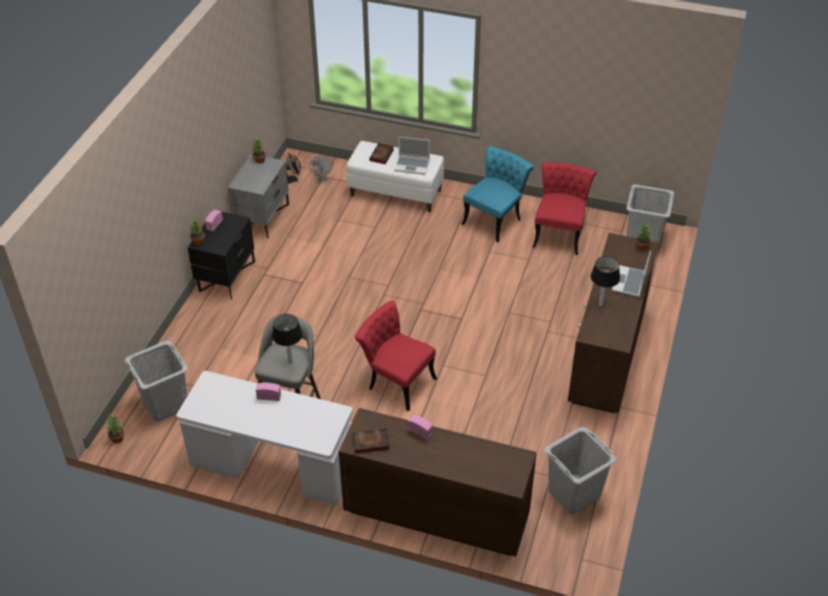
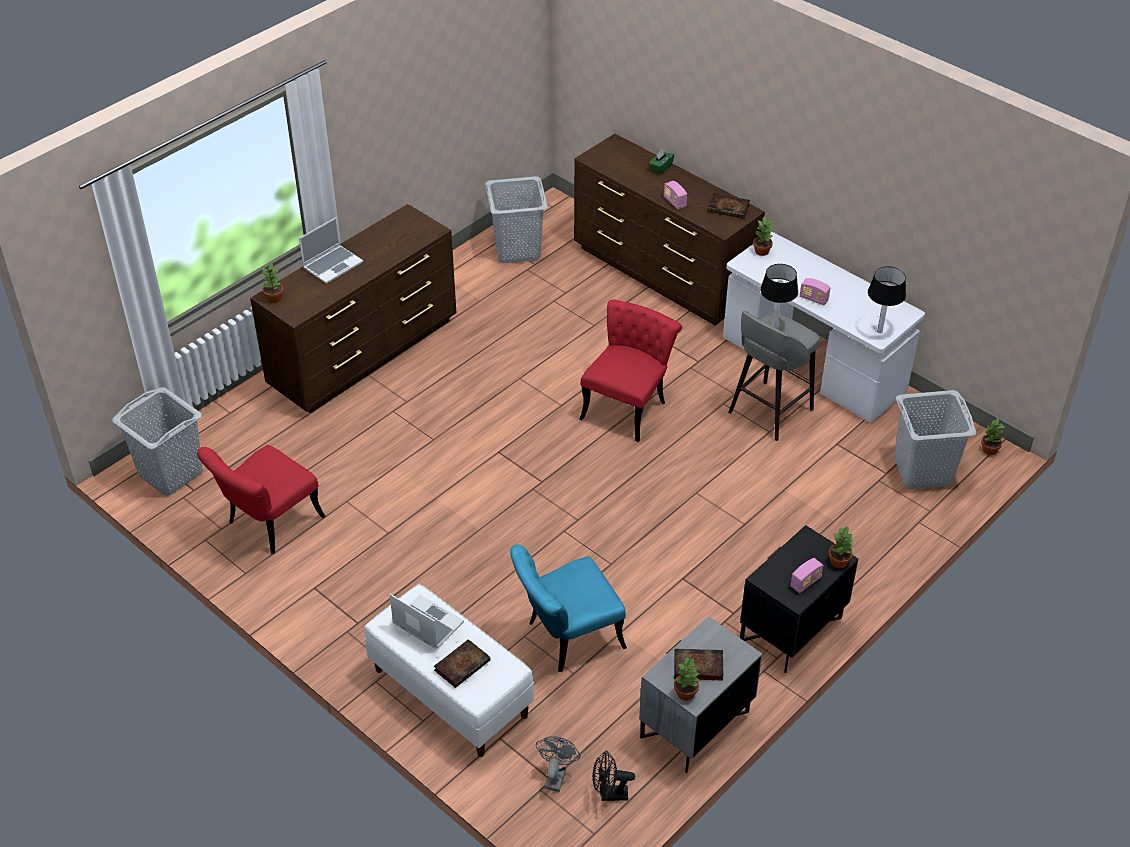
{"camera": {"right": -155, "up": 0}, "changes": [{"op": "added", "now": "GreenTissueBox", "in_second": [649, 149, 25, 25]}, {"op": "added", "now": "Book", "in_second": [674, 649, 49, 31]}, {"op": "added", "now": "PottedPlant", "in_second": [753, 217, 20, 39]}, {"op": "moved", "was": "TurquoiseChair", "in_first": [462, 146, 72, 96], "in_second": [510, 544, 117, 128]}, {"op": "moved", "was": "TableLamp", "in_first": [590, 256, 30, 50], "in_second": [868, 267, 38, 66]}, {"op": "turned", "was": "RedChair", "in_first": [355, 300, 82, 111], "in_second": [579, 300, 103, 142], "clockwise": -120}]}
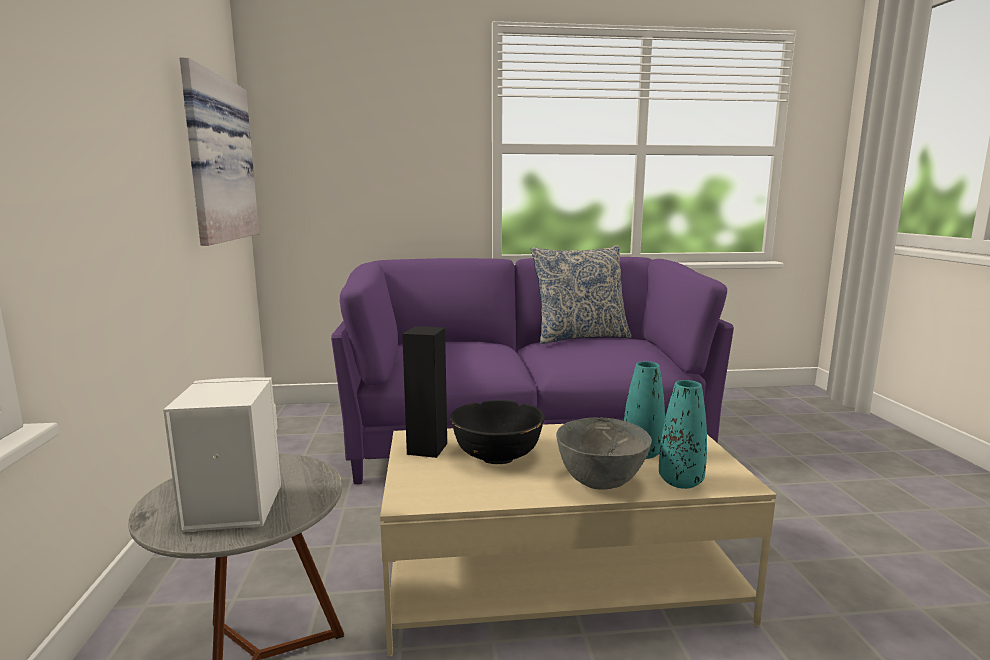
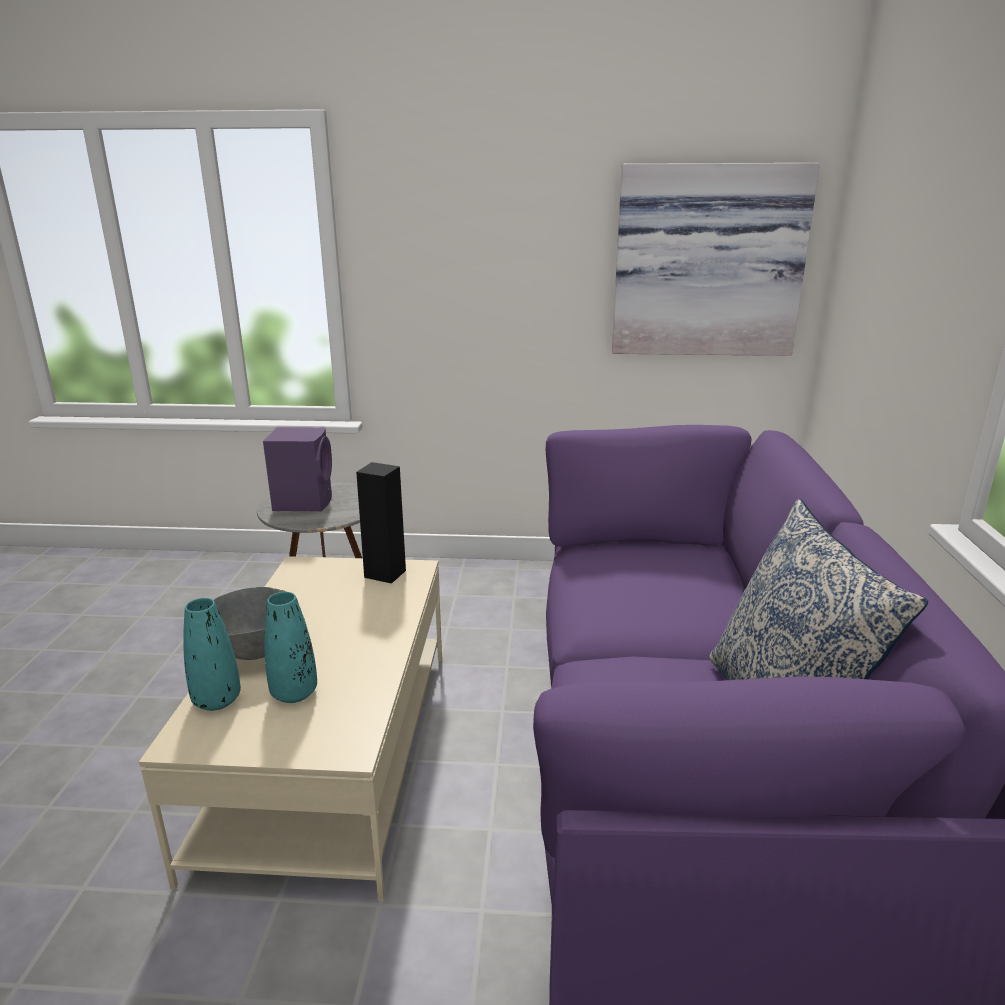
{"camera": {"right": 100, "up": 10}, "changes": [{"op": "removed", "was": "BlackBowl", "in_first": [450, 400, 95, 64]}, {"op": "recoloured", "was": "WhiteSpeaker", "now": "PurpleSpeaker", "in_first": [163, 377, 118, 155], "in_second": [263, 427, 69, 85]}]}
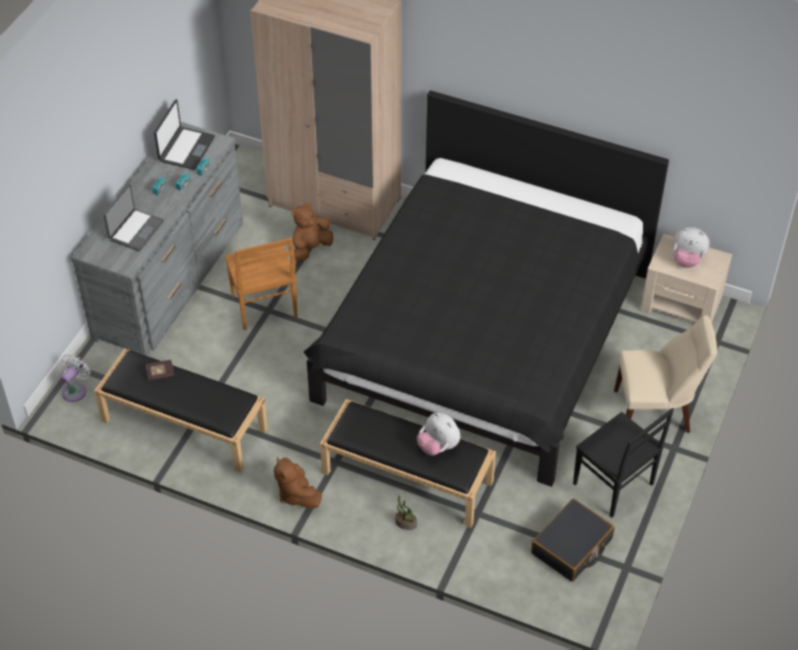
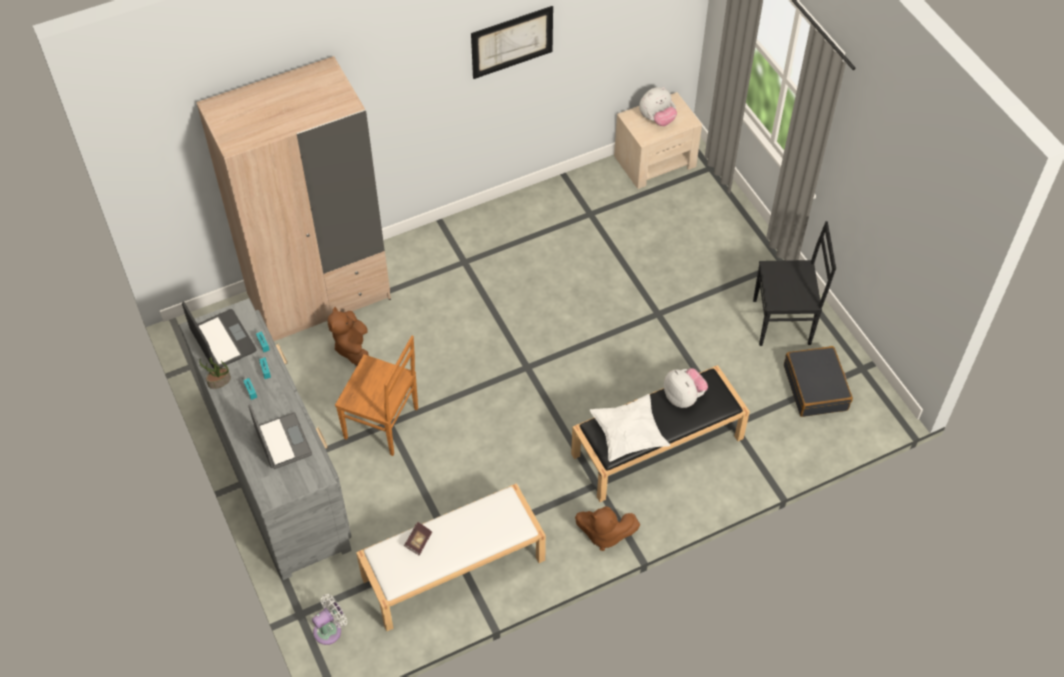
{"camera": {"right": -50, "up": 5}, "changes": [{"op": "removed", "was": "BlackBed", "in_first": [304, 90, 365, 397]}, {"op": "removed", "was": "BeigeChair", "in_first": [614, 315, 103, 118]}, {"op": "added", "now": "Picture", "in_second": [471, 6, 82, 73]}, {"op": "added", "now": "WhitePillow", "in_second": [590, 394, 80, 68]}, {"op": "moved", "was": "PottedPlant", "in_first": [395, 496, 22, 34], "in_second": [199, 357, 32, 32]}, {"op": "recoloured", "was": "BlackBench", "now": "WhiteBench", "in_first": [94, 348, 174, 125], "in_second": [356, 483, 190, 148]}, {"op": "turned", "was": "WhiteFan", "in_first": [60, 354, 30, 48], "in_second": [312, 594, 35, 51], "clockwise": 75}, {"op": "turned", "was": "PlushToy", "in_first": [417, 412, 43, 44], "in_second": [664, 368, 44, 40], "clockwise": -120}]}
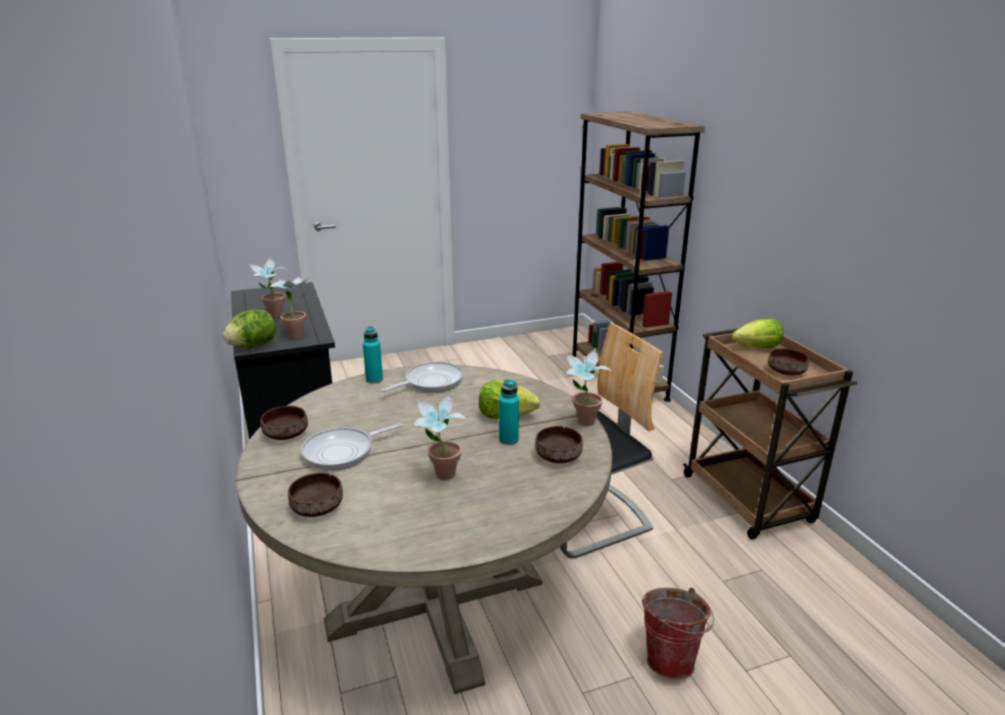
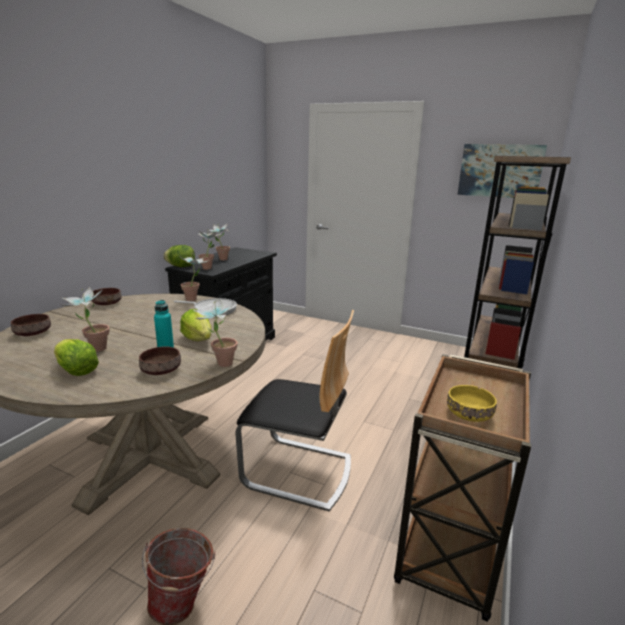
{"camera": {"right": 45, "up": -5}, "changes": [{"op": "removed", "was": "FryingPan", "in_first": [301, 423, 102, 48]}, {"op": "added", "now": "Picture", "in_second": [457, 144, 90, 54]}, {"op": "moved", "was": "Lettuce", "in_first": [732, 319, 52, 29], "in_second": [54, 339, 45, 37]}, {"op": "replaced", "was": "TurquoiseBottle", "now": "PottedPlant", "in_first": [363, 326, 20, 58], "in_second": [180, 254, 29, 47]}, {"op": "recoloured", "was": "BrownBowl", "now": "YellowBowl", "in_first": [768, 348, 41, 27], "in_second": [447, 385, 50, 37]}]}
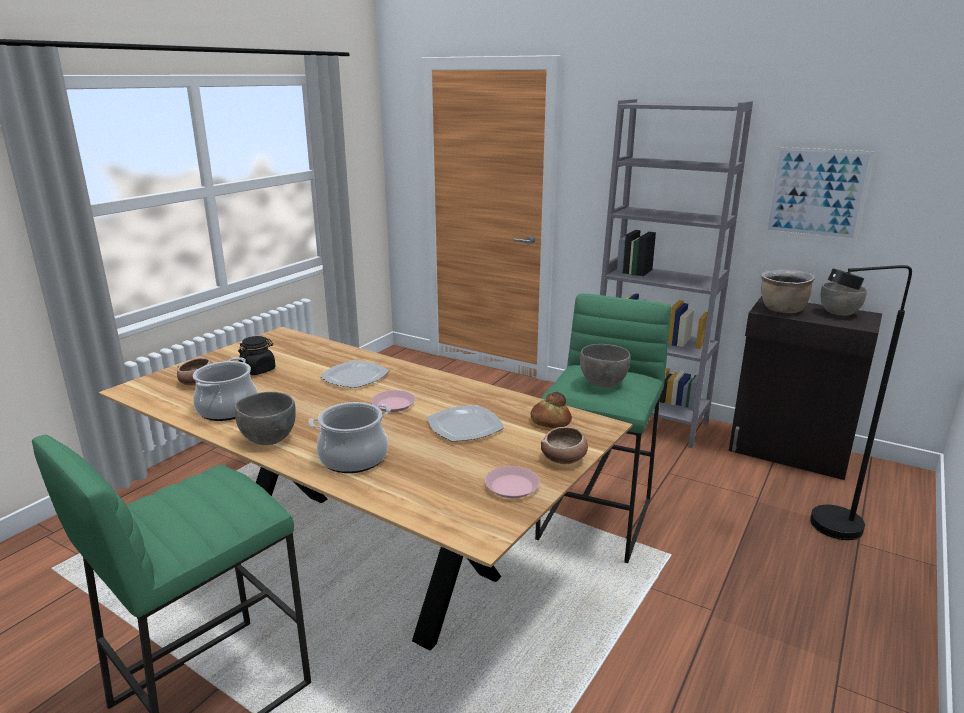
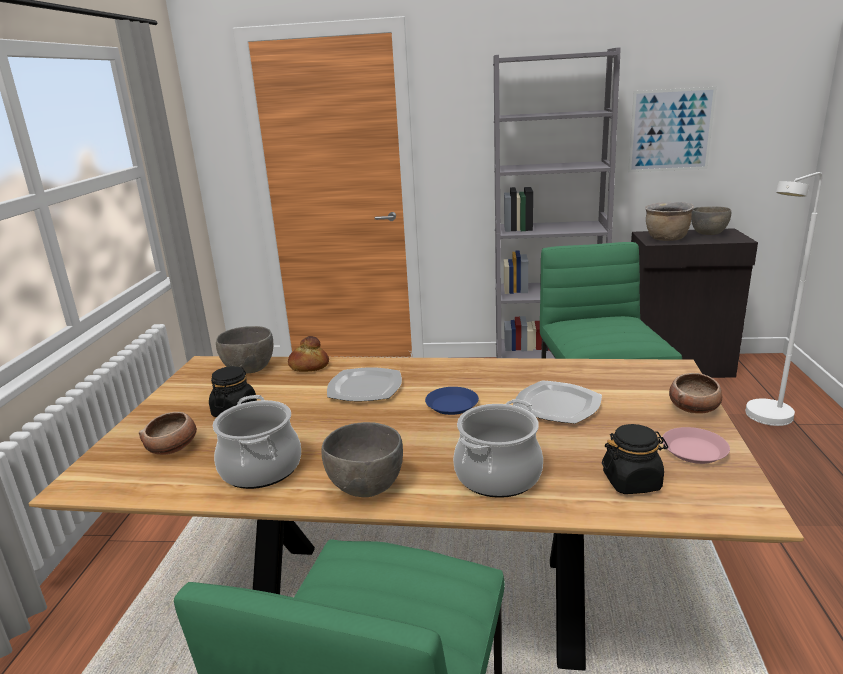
{"camera": {"right": -25, "up": 0}, "changes": [{"op": "added", "now": "BlackJar", "in_second": [602, 424, 66, 70]}, {"op": "moved", "was": "Bread", "in_first": [531, 392, 41, 36], "in_second": [288, 336, 41, 36]}, {"op": "moved", "was": "GreyBowl", "in_first": [580, 344, 51, 43], "in_second": [216, 326, 57, 48]}, {"op": "recoloured", "was": "PinkPlate", "now": "BluePlate", "in_first": [371, 390, 44, 22], "in_second": [425, 387, 54, 28]}, {"op": "recoloured", "was": "BlackFloorLamp", "now": "WhiteFloorLamp", "in_first": [810, 265, 102, 275], "in_second": [745, 172, 77, 254]}]}
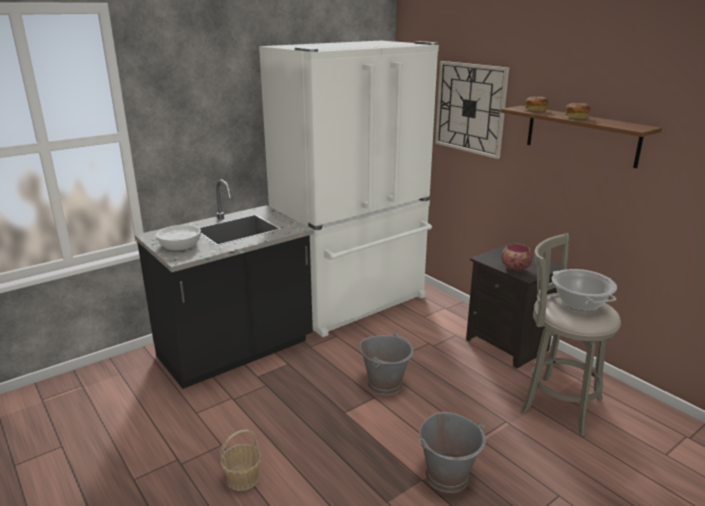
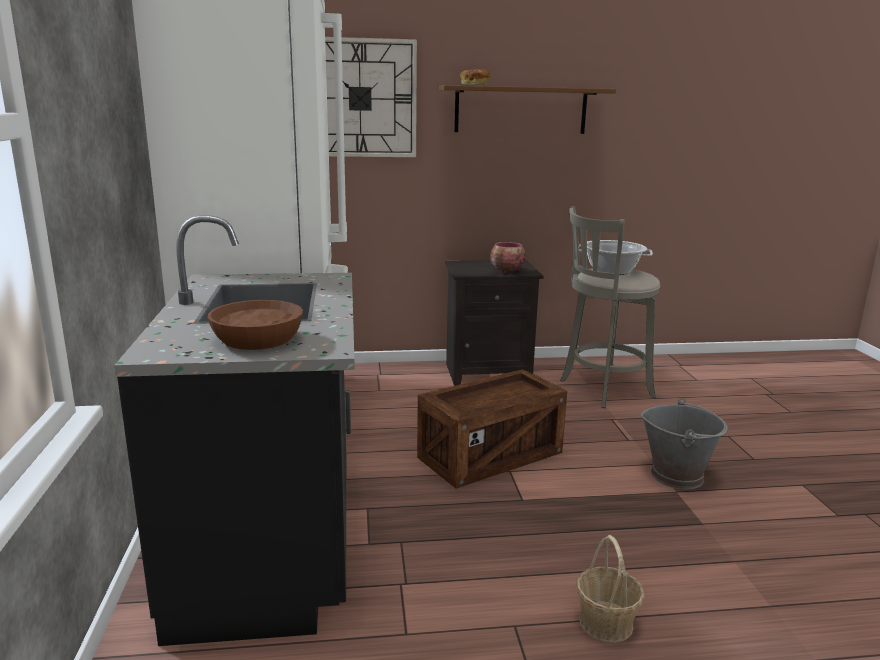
{"camera": {"right": -60, "up": -5}, "changes": [{"op": "removed", "was": "Bread", "in_first": [564, 103, 27, 16]}, {"op": "replaced", "was": "GreyBucket", "now": "Crate", "in_first": [360, 331, 53, 64], "in_second": [417, 369, 150, 120]}, {"op": "recoloured", "was": "WhiteBowl", "now": "BrownBowl", "in_first": [156, 225, 45, 25], "in_second": [208, 300, 95, 50]}]}
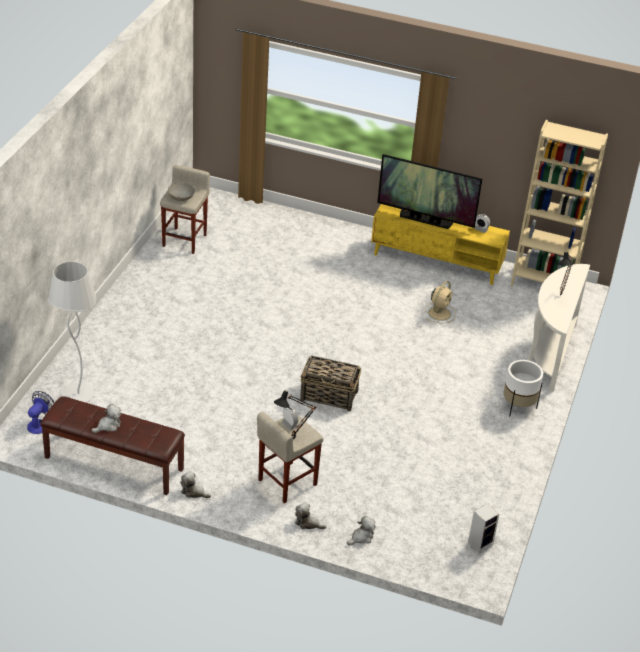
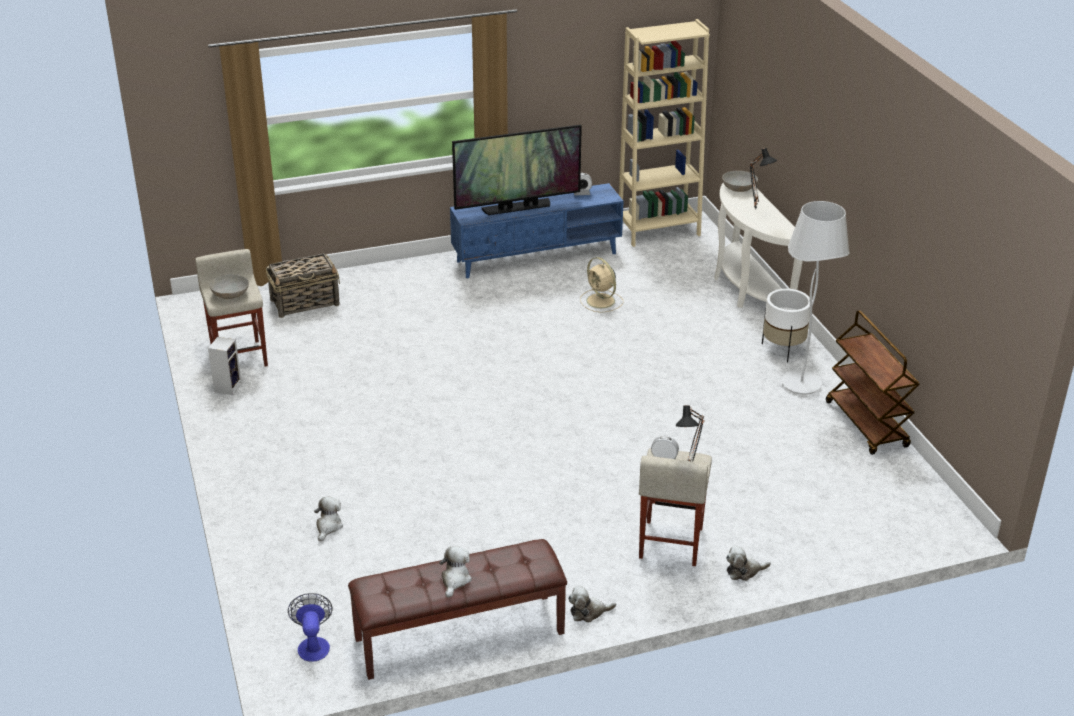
{"camera": {"right": -35, "up": -5}, "changes": [{"op": "added", "now": "GreyBowl", "in_second": [722, 171, 36, 21]}, {"op": "added", "now": "BrownCart", "in_second": [826, 310, 94, 145]}, {"op": "moved", "was": "WhiteFloorLamp", "in_first": [48, 261, 48, 142], "in_second": [781, 201, 68, 194]}, {"op": "moved", "was": "Basket", "in_first": [300, 356, 61, 55], "in_second": [266, 253, 74, 65]}, {"op": "moved", "was": "PlushToy", "in_first": [347, 516, 29, 30], "in_second": [314, 497, 29, 45]}, {"op": "moved", "was": "Speaker", "in_first": [468, 504, 31, 49], "in_second": [208, 337, 34, 58]}, {"op": "recoloured", "was": "YellowTvStand", "now": "BlueTvStand", "in_first": [371, 204, 139, 81], "in_second": [450, 183, 174, 95]}, {"op": "turned", "was": "BeigeFan", "in_first": [425, 281, 31, 43], "in_second": [580, 257, 43, 56], "clockwise": 150}]}
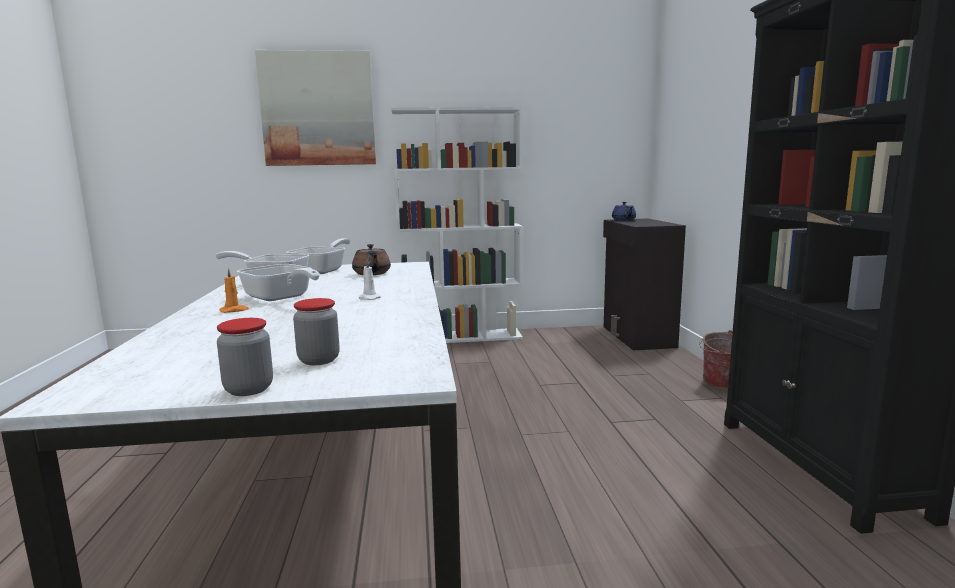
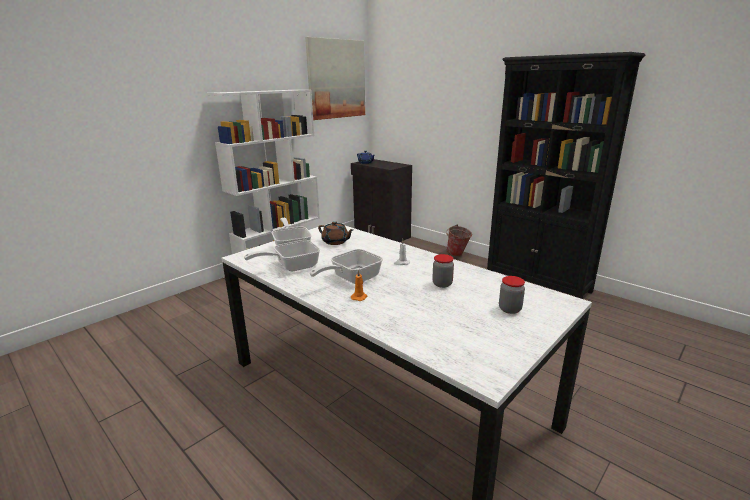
{"camera": {"right": -40, "up": 10}, "changes": [{"op": "moved", "was": "Jar", "in_first": [217, 318, 56, 78], "in_second": [432, 254, 22, 34]}, {"op": "moved", "was": "Picture", "in_first": [255, 50, 121, 116], "in_second": [305, 37, 60, 83]}, {"op": "turned", "was": "FryingPan", "in_first": [237, 264, 83, 37], "in_second": [310, 249, 73, 35], "clockwise": 135}]}
